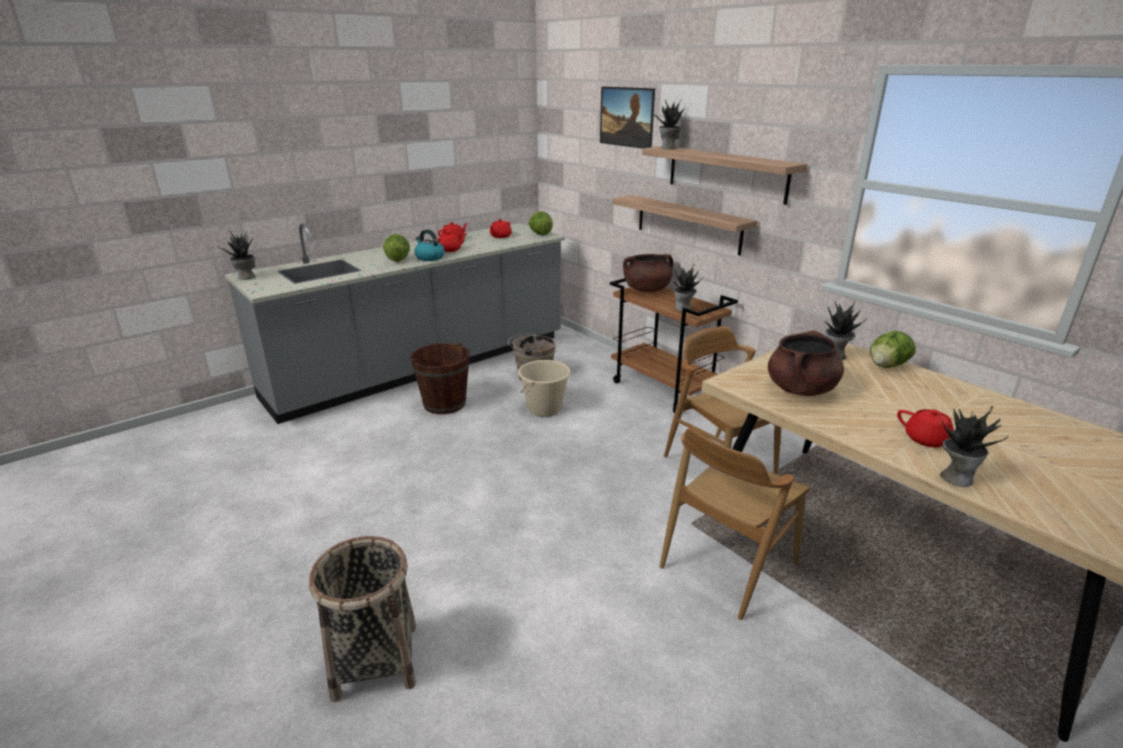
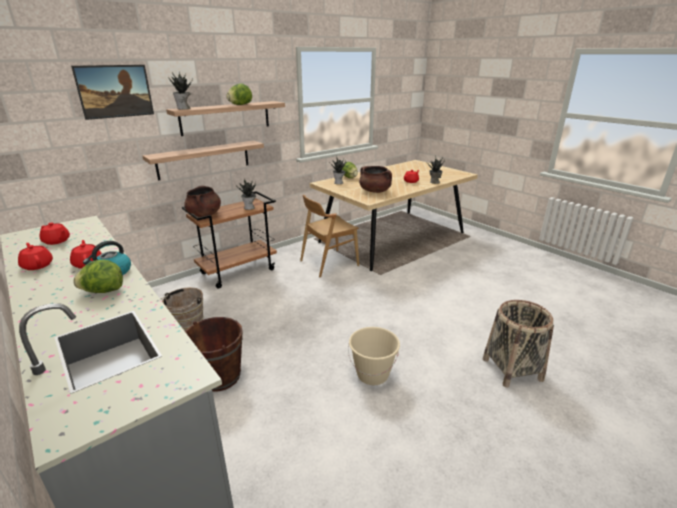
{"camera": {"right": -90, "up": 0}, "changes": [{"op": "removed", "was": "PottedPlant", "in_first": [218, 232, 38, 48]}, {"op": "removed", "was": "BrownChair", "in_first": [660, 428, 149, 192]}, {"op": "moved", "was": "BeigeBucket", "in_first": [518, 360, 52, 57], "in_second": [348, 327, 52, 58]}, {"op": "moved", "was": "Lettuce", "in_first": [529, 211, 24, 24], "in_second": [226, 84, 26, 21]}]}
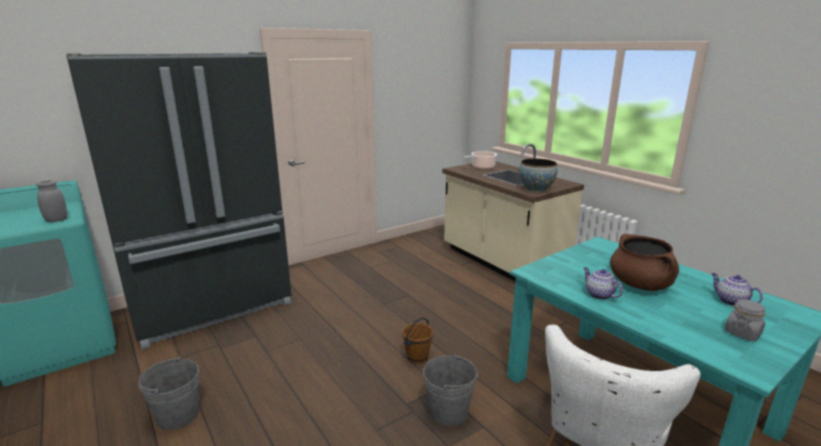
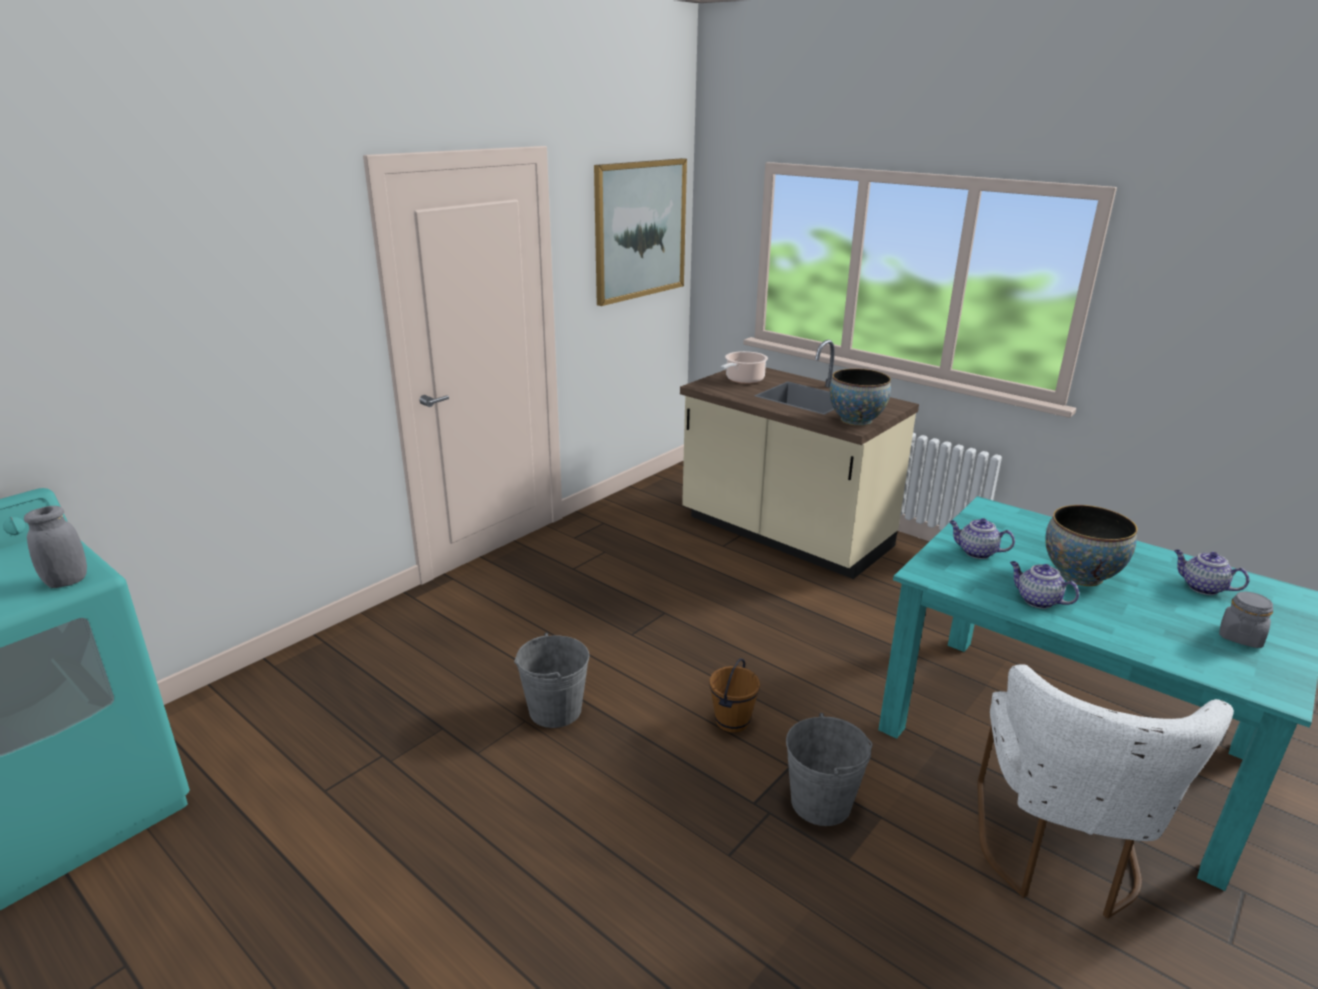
{"camera": {"right": -15, "up": 5}, "changes": [{"op": "removed", "was": "BlackFridge", "in_first": [66, 52, 226, 298]}, {"op": "added", "now": "Picture", "in_second": [594, 158, 93, 148]}, {"op": "added", "now": "Teapot", "in_second": [949, 518, 66, 41]}, {"op": "moved", "was": "GreyBucket", "in_first": [139, 356, 60, 74], "in_second": [514, 632, 75, 96]}, {"op": "replaced", "was": "BrownCookingPot", "now": "Bowl", "in_first": [610, 234, 69, 57], "in_second": [1045, 505, 93, 81]}]}
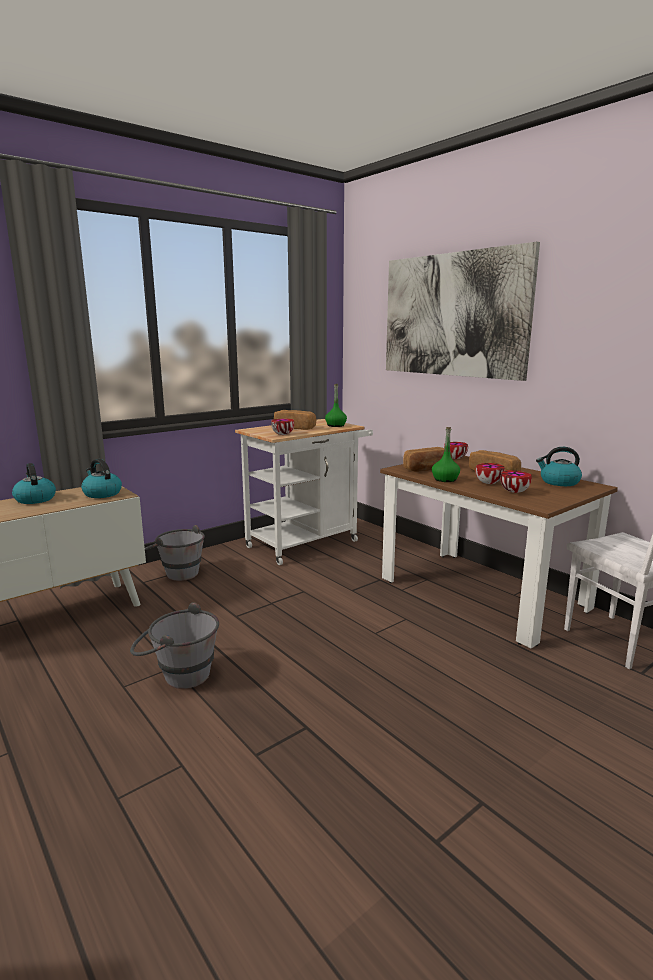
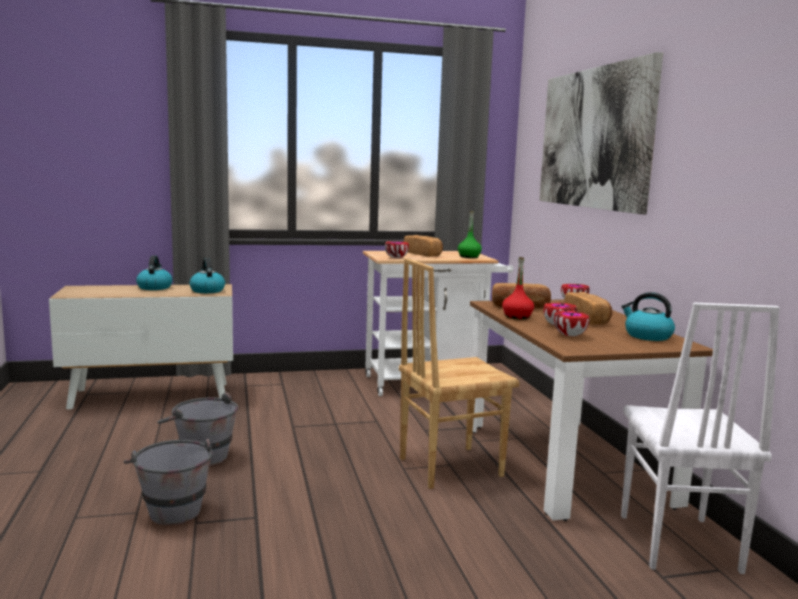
{"camera": {"right": 25, "up": -5}, "changes": [{"op": "added", "now": "BrownChair", "in_second": [399, 258, 121, 231]}, {"op": "moved", "was": "GreyBucket", "in_first": [145, 525, 60, 56], "in_second": [124, 439, 89, 86]}, {"op": "recoloured", "was": "GreenBottle", "now": "RedBottle", "in_first": [432, 427, 28, 55], "in_second": [502, 257, 32, 62]}]}
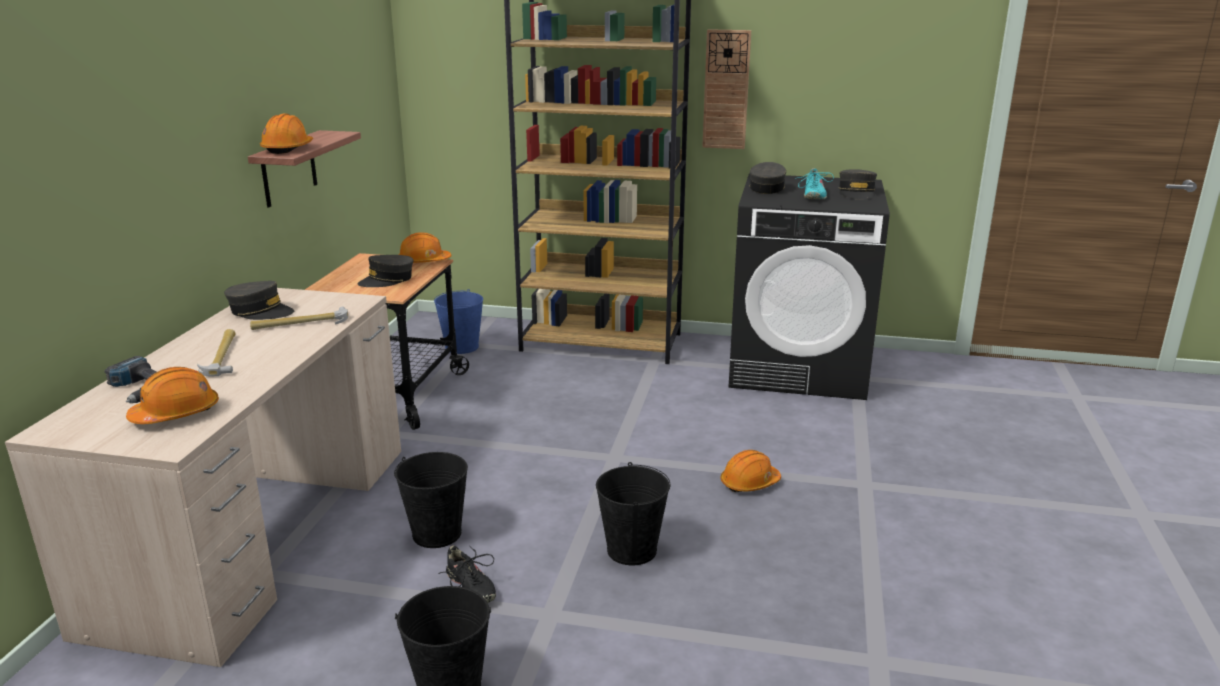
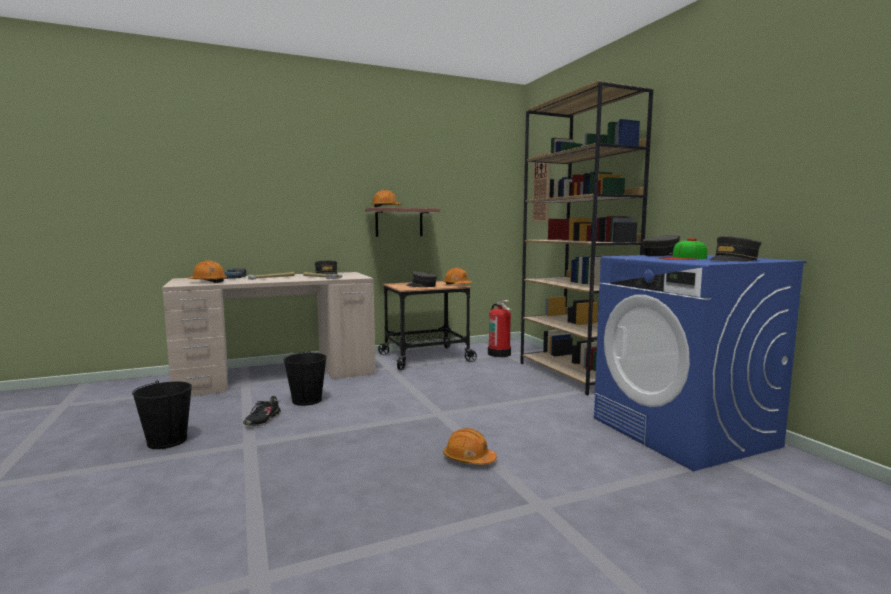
{"camera": {"right": 55, "up": -15}, "changes": [{"op": "removed", "was": "BlackBucket", "in_first": [596, 462, 74, 103]}, {"op": "moved", "was": "WallClock", "in_first": [702, 29, 49, 120], "in_second": [532, 152, 18, 70]}, {"op": "replaced", "was": "BlueBucket", "now": "FireExtinguisher", "in_first": [434, 289, 49, 65], "in_second": [488, 300, 23, 57]}, {"op": "replaced", "was": "TurquoiseShoe", "now": "Cap", "in_first": [795, 168, 39, 31], "in_second": [658, 238, 49, 22]}, {"op": "recoloured", "was": "BlackWashingMachine", "now": "BlueWashingMachine", "in_first": [728, 174, 162, 226], "in_second": [594, 255, 213, 216]}]}
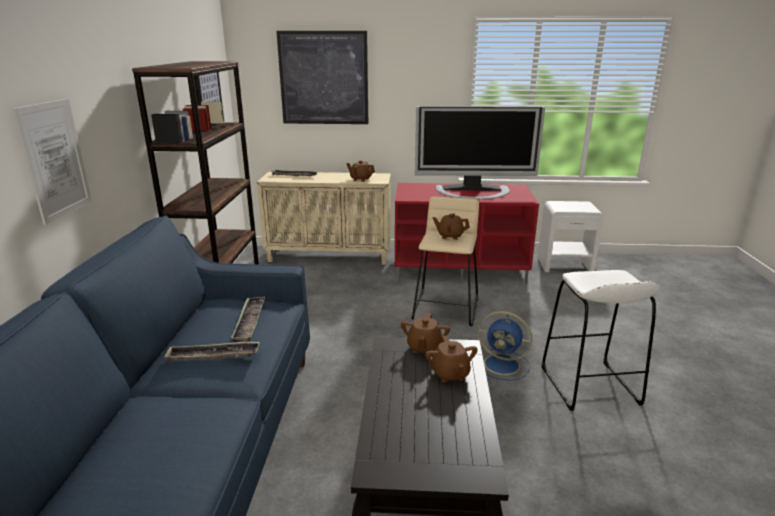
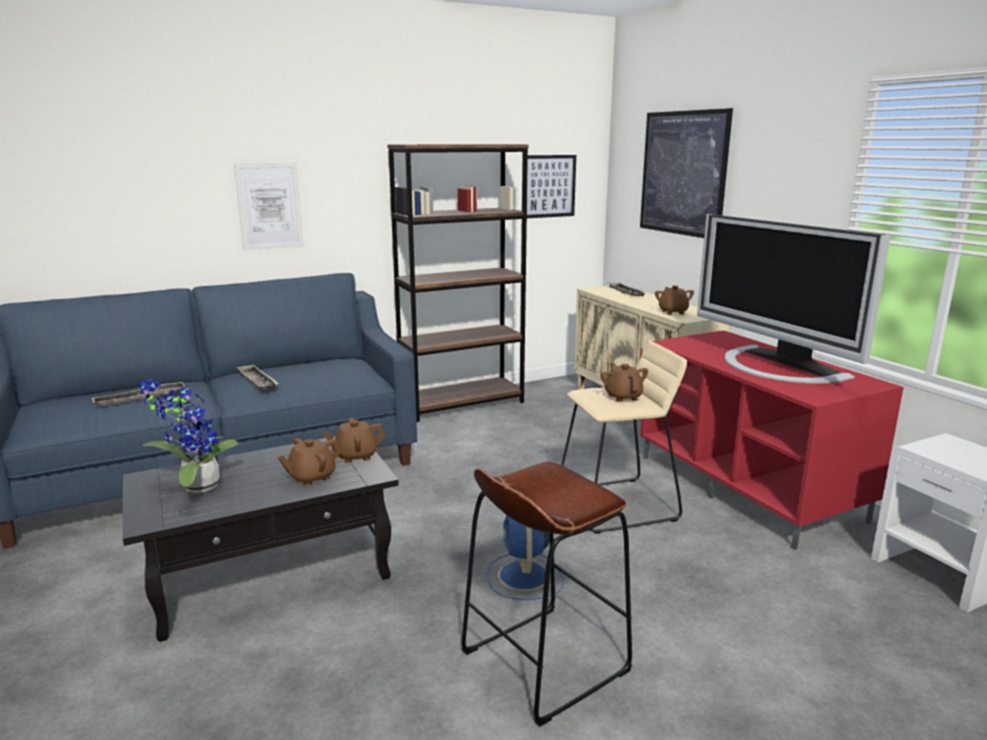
{"camera": {"right": 60, "up": -5}, "changes": [{"op": "added", "now": "PottedPlant", "in_second": [138, 379, 100, 114]}, {"op": "moved", "was": "Tray", "in_first": [231, 297, 34, 45], "in_second": [91, 381, 94, 27]}, {"op": "recoloured", "was": "WhiteStool", "now": "BrownStool", "in_first": [542, 270, 118, 141], "in_second": [462, 461, 170, 266]}]}
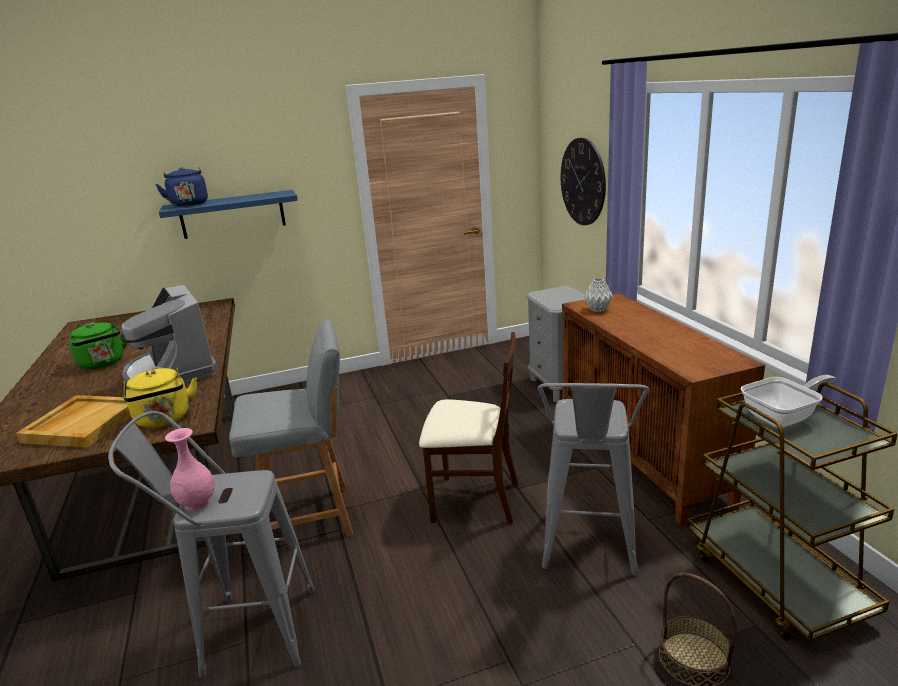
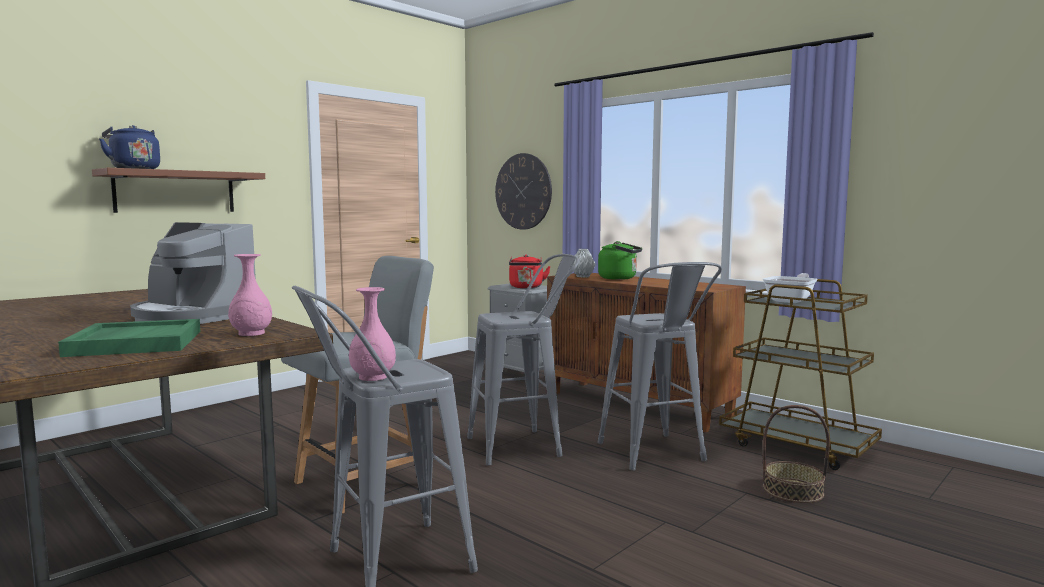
{"camera": {"right": -30, "up": -15}, "changes": [{"op": "added", "now": "RedKettle", "in_second": [509, 254, 42, 34]}, {"op": "moved", "was": "GreenKettle", "in_first": [68, 320, 59, 49], "in_second": [598, 241, 44, 39]}, {"op": "replaced", "was": "YellowKettle", "now": "PinkVase", "in_first": [123, 368, 74, 60], "in_second": [228, 254, 44, 82]}, {"op": "replaced", "was": "BeigeChair", "now": "GreyStool", "in_first": [419, 332, 99, 192], "in_second": [467, 254, 112, 211]}, {"op": "recoloured", "was": "BeigeTray", "now": "GreenTray", "in_first": [16, 395, 115, 53], "in_second": [58, 319, 142, 38]}, {"op": "recoloured", "was": "BlueShelf", "now": "BrownShelf", "in_first": [159, 190, 139, 49], "in_second": [92, 168, 173, 45]}]}
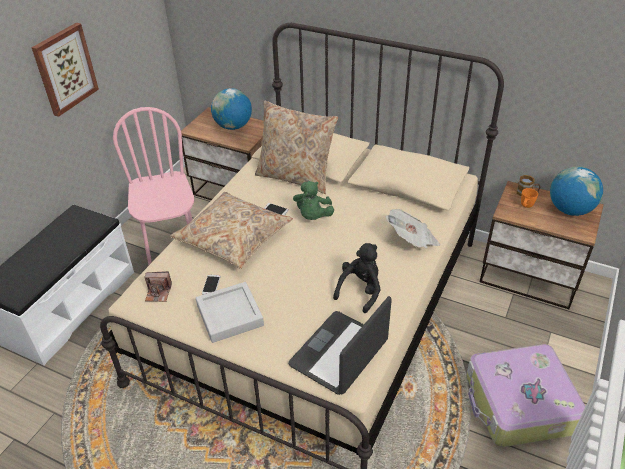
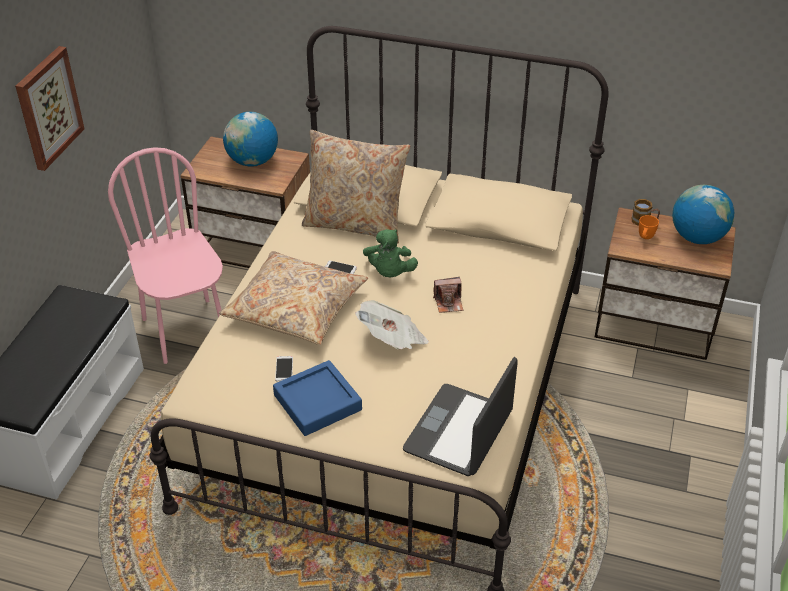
{"camera": {"right": -10, "up": 0}, "changes": [{"op": "removed", "was": "BlackPlushToy", "in_first": [333, 243, 48, 70]}, {"op": "removed", "was": "Suitcase", "in_first": [466, 344, 119, 103]}, {"op": "moved", "was": "PhotoCamera", "in_first": [145, 271, 27, 31], "in_second": [433, 277, 30, 36]}, {"op": "moved", "was": "Newspaper", "in_first": [385, 209, 55, 39], "in_second": [355, 300, 74, 50]}, {"op": "recoloured", "was": "GreyTray", "now": "BlueTray", "in_first": [196, 282, 68, 61], "in_second": [273, 360, 89, 76]}]}
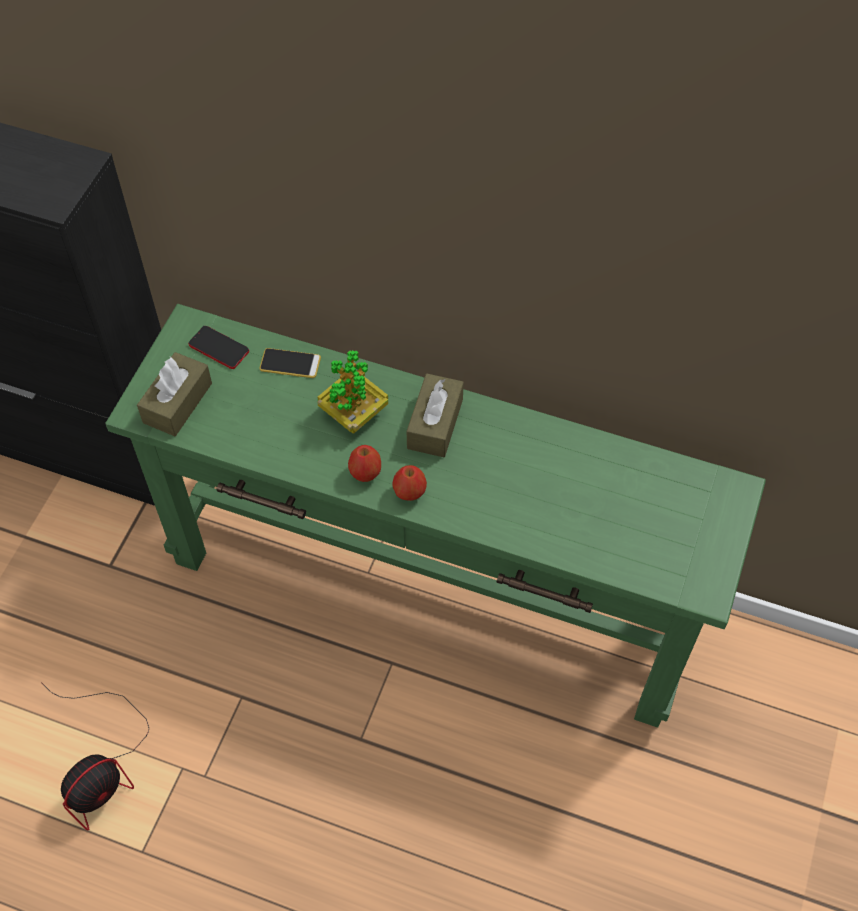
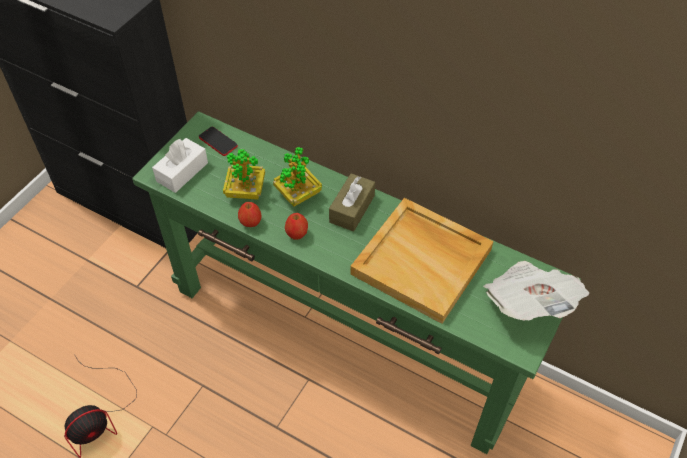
{"camera": {"right": 10, "up": -5}, "changes": [{"op": "removed", "was": "Phone", "in_first": [259, 348, 62, 30]}, {"op": "added", "now": "PottedPlant", "in_second": [223, 149, 42, 50]}, {"op": "added", "now": "BeigeTray", "in_second": [350, 198, 144, 126]}, {"op": "added", "now": "Newspaper", "in_second": [483, 261, 106, 59]}, {"op": "moved", "was": "Apple", "in_first": [392, 465, 35, 36], "in_second": [238, 202, 23, 25]}, {"op": "recoloured", "was": "BrownTissueBox", "now": "WhiteTissueBox", "in_first": [137, 352, 75, 84], "in_second": [152, 138, 56, 55]}]}
